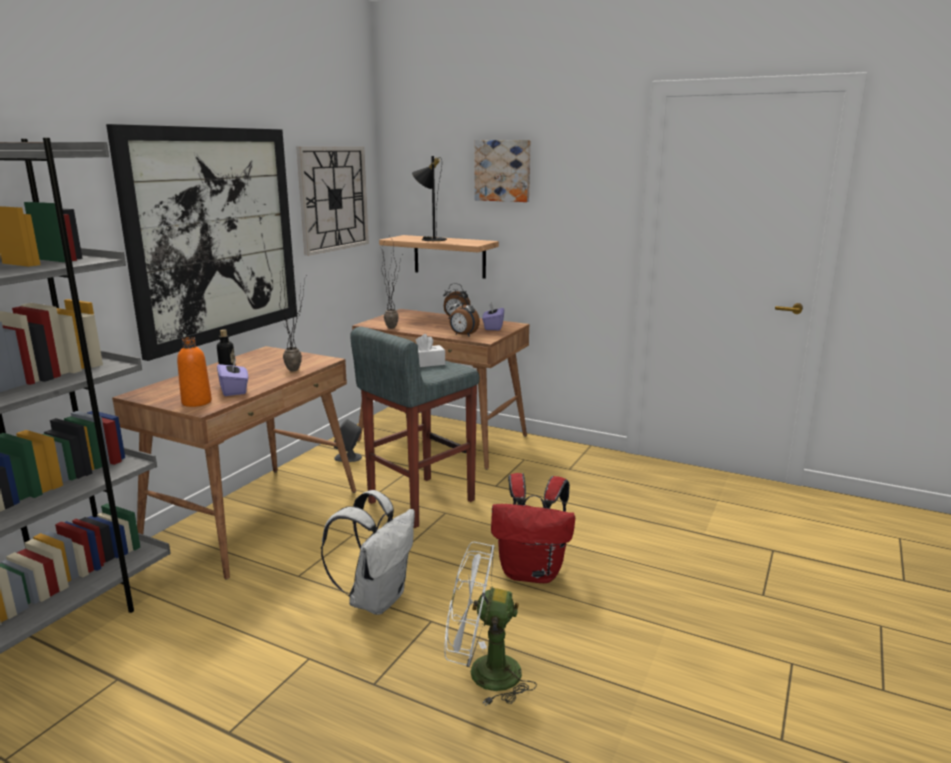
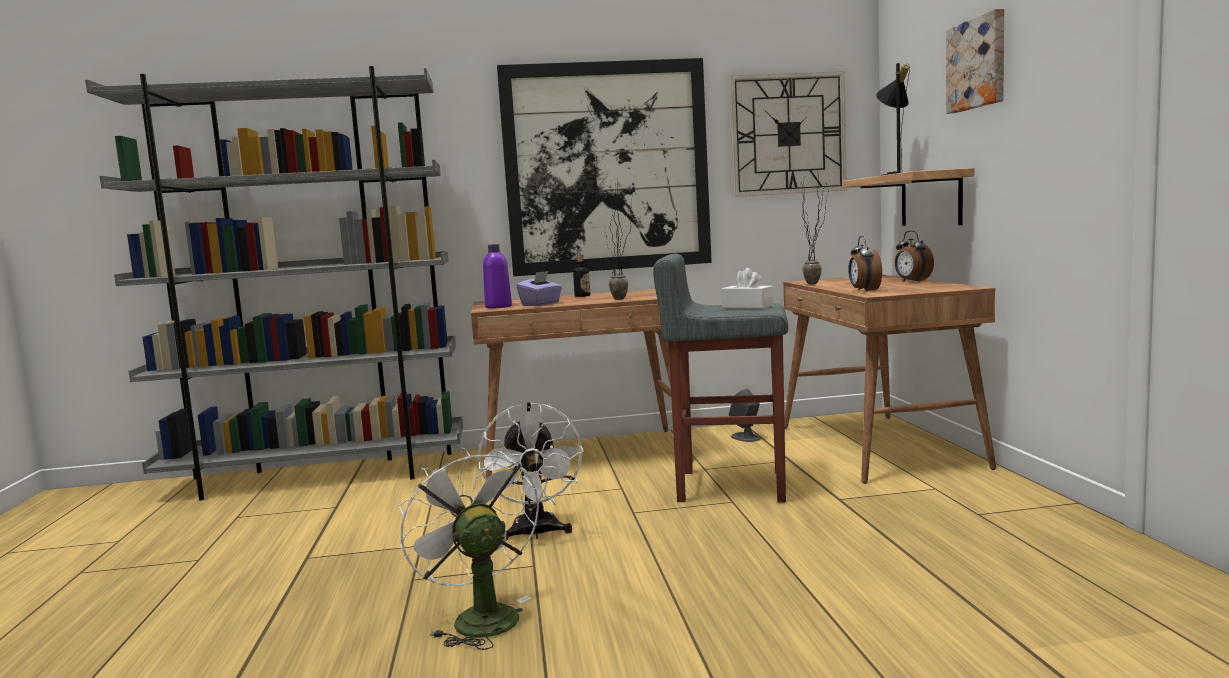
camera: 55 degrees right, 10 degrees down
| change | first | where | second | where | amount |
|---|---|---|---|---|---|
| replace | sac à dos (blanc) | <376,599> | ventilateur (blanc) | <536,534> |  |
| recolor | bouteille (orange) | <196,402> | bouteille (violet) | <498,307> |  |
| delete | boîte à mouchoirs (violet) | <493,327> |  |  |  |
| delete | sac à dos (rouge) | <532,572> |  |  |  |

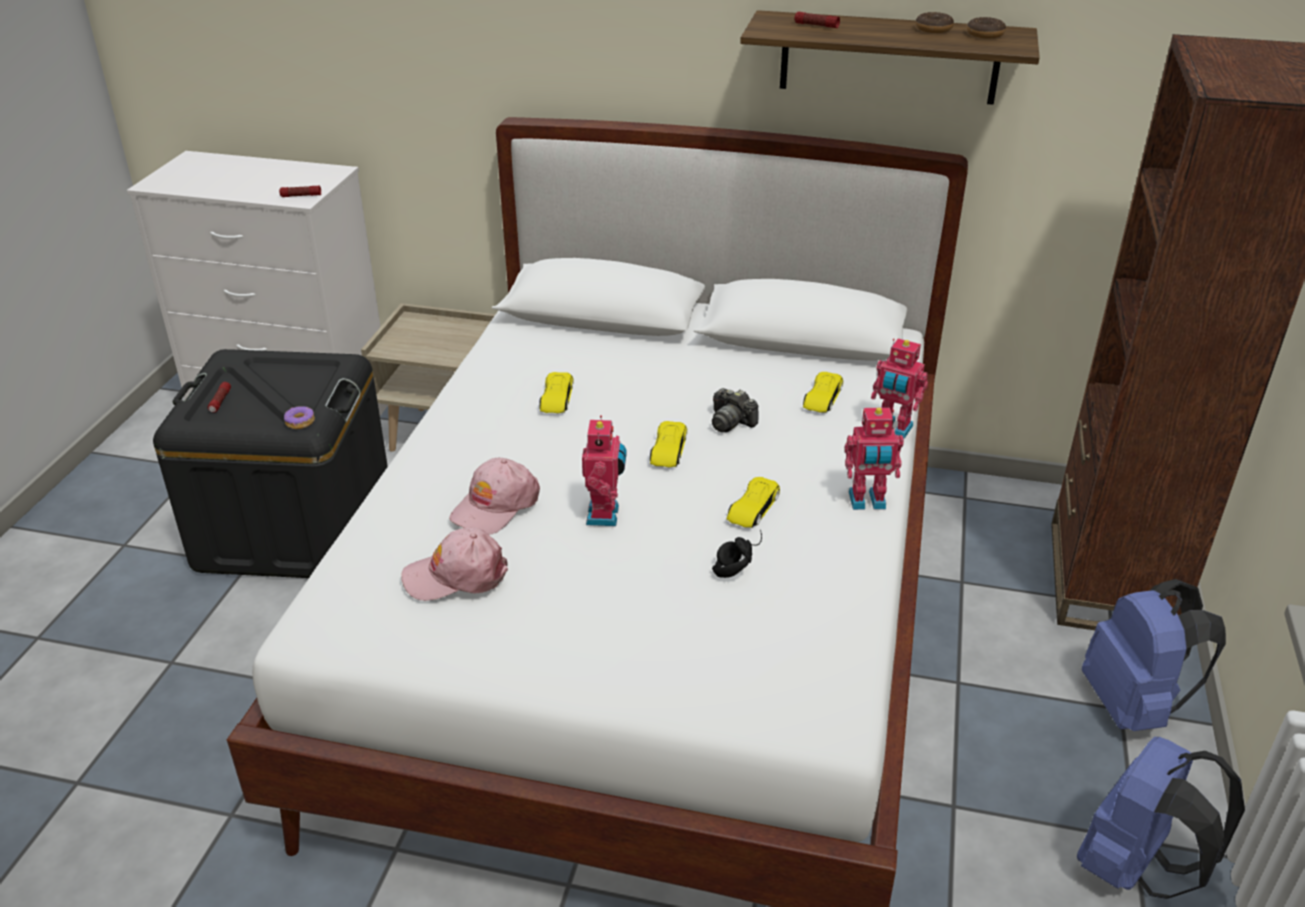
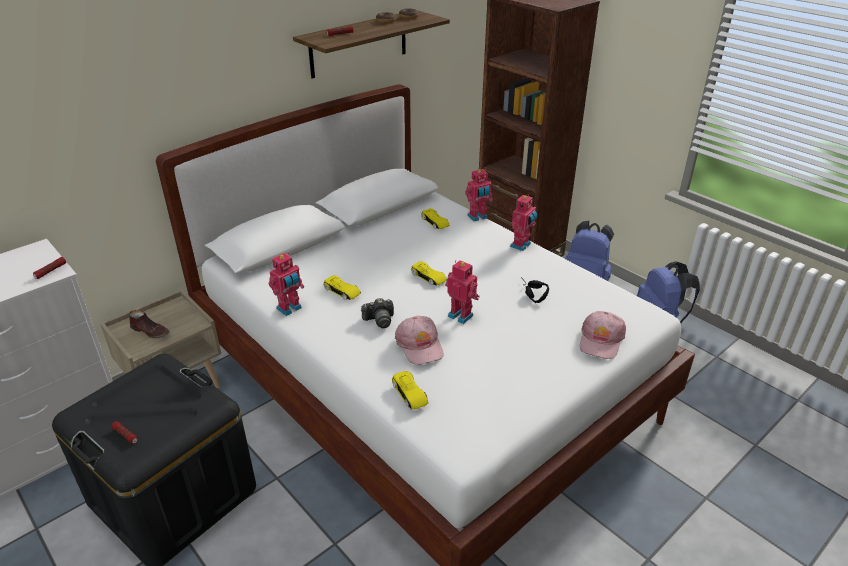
camera: 55 degrees left, 0 degrees up
| change | first | where | second | where | amount |
|---|---|---|---|---|---|
| insert |  |  | chaussure (marron) | <151,331> |  |
| insert |  |  | robot jouet | <290,309> |  |
| move | appareil photo | <731,422> |  | <379,320> |  |
| move | petite voiture (jaune) | <753,508> |  | <410,393> |  |
| move | casquette (rose) | <456,575> |  | <601,340> |  |
| delete | beignet | <300,422> |  |  |  |

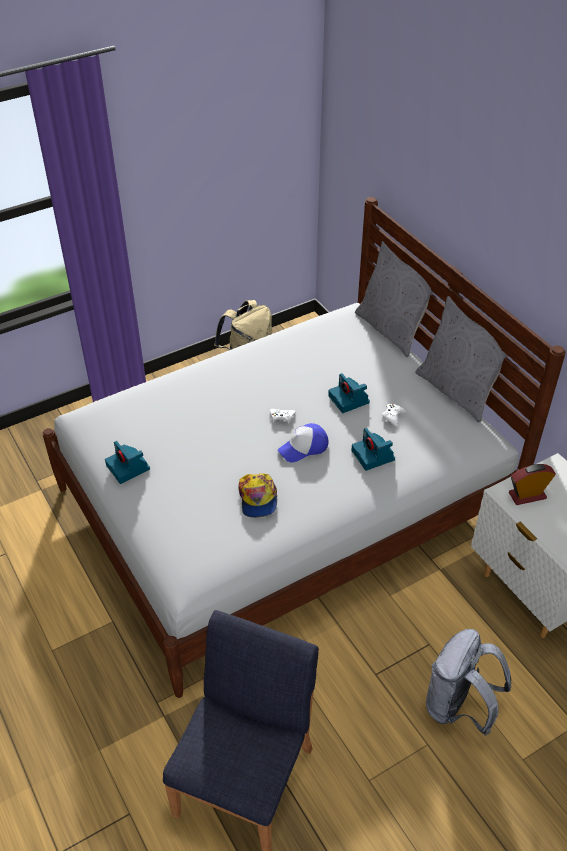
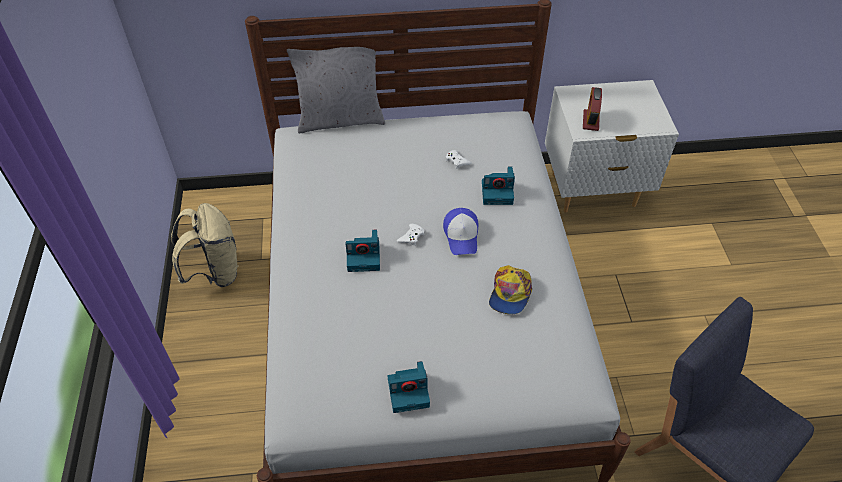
camera: 65 degrees left, 5 degrees up
| change | first | where | second | where | amount |
|---|---|---|---|---|---|
| move | appareil photo | <349,400> |  | <364,257> |  |
| rotate | casquette | <258,498> |  | <510,293> | 90 degrees clockwise |
| delete | coussin (gris) | <457,391> |  |  |  |
| delete | sac à dos (gris) | <458,707> |  |  |  |

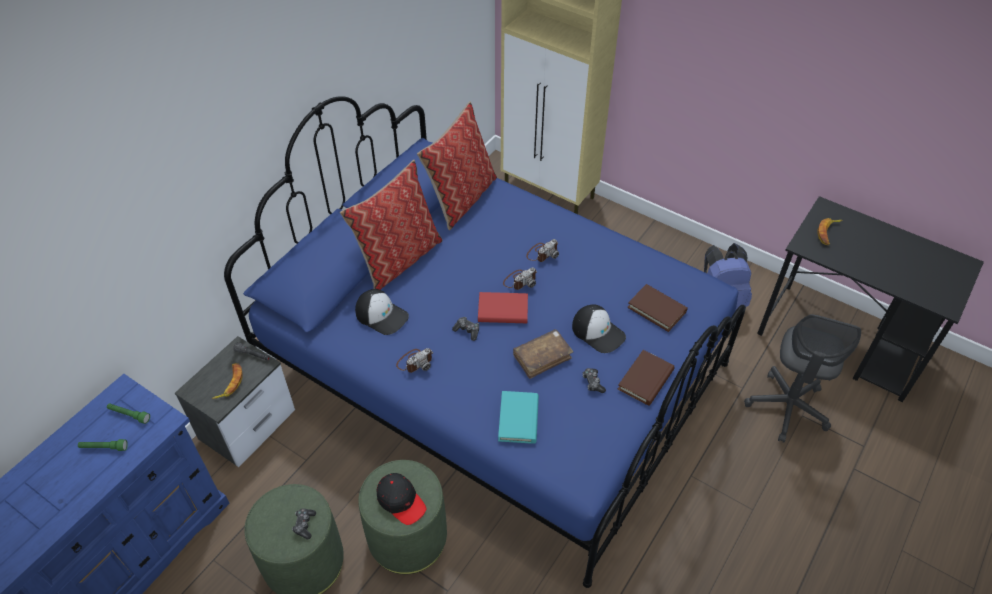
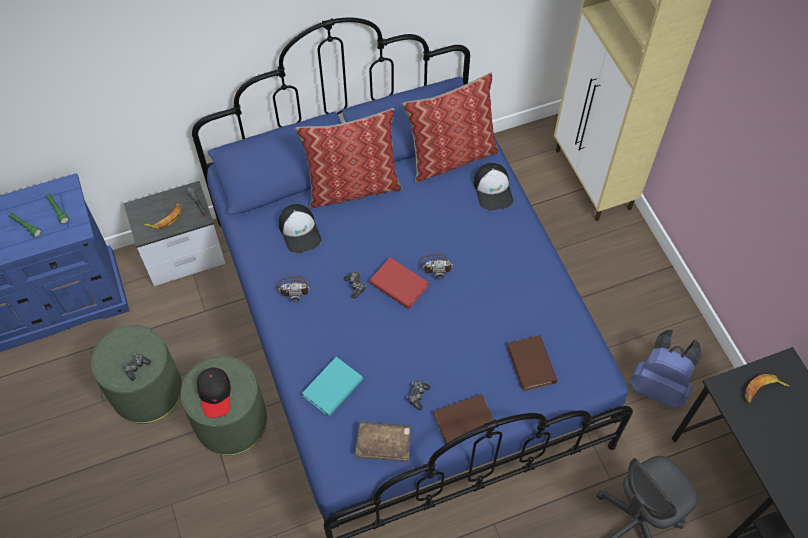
camera: 35 degrees right, 10 degrees up
| change | first | where | second | where | amount |
|---|---|---|---|---|---|
| move | livre (marron) | <542,357> |  | <383,444> |  |
| move | casquette | <598,332> |  | <493,190> |  |
| delete | appareil photo | <542,253> |  |  |  |

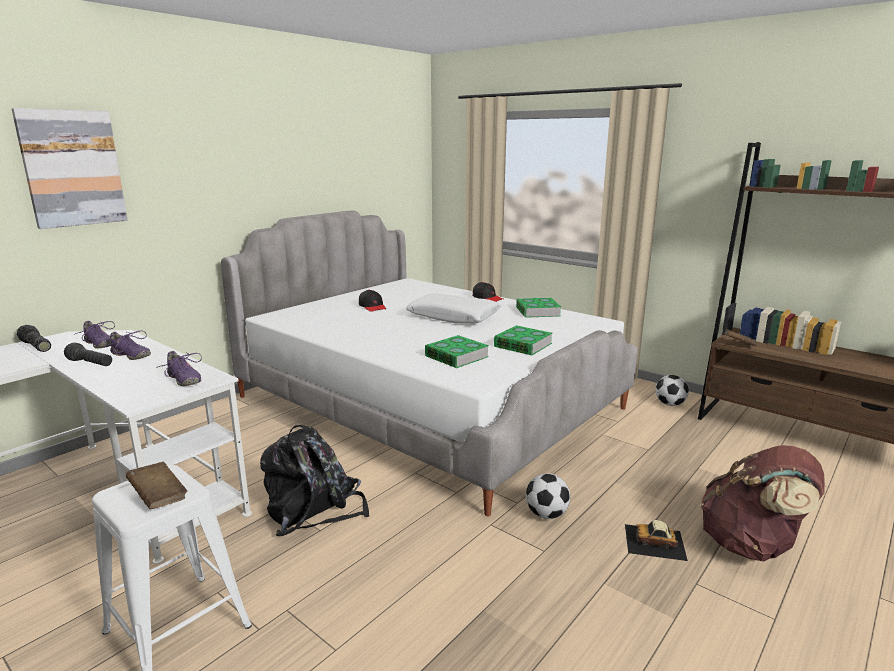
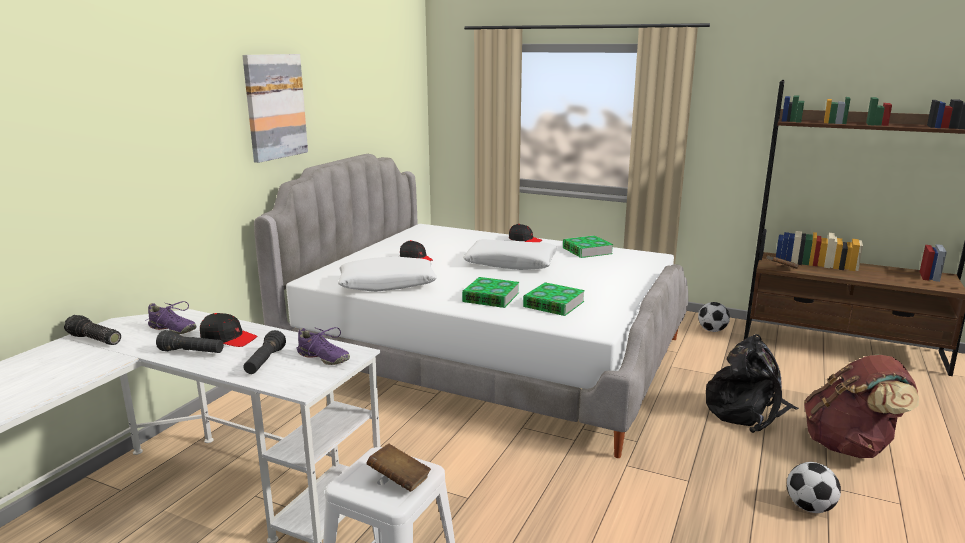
camera: 15 degrees left, 0 degrees up
| change | first | where | second | where | amount |
|---|---|---|---|---|---|
| replace | chaussure (violet) | <130,356> | casquette (noir) | <228,338> |  |
| move | tableau | <72,168> |  | <275,106> |  |
| insert |  |  | lampe de poche (noir) | <265,362> |  |
| insert |  |  | coussin (blanc) | <387,284> |  |
| move | livre | <523,345> |  | <491,297> |  |
| move | sac à dos (noir) | <314,510> |  | <747,411> |  |
| move | ballon de foot | <546,514> |  | <809,507> |  |
| delete | petite voiture | <655,542> |  |  |  |

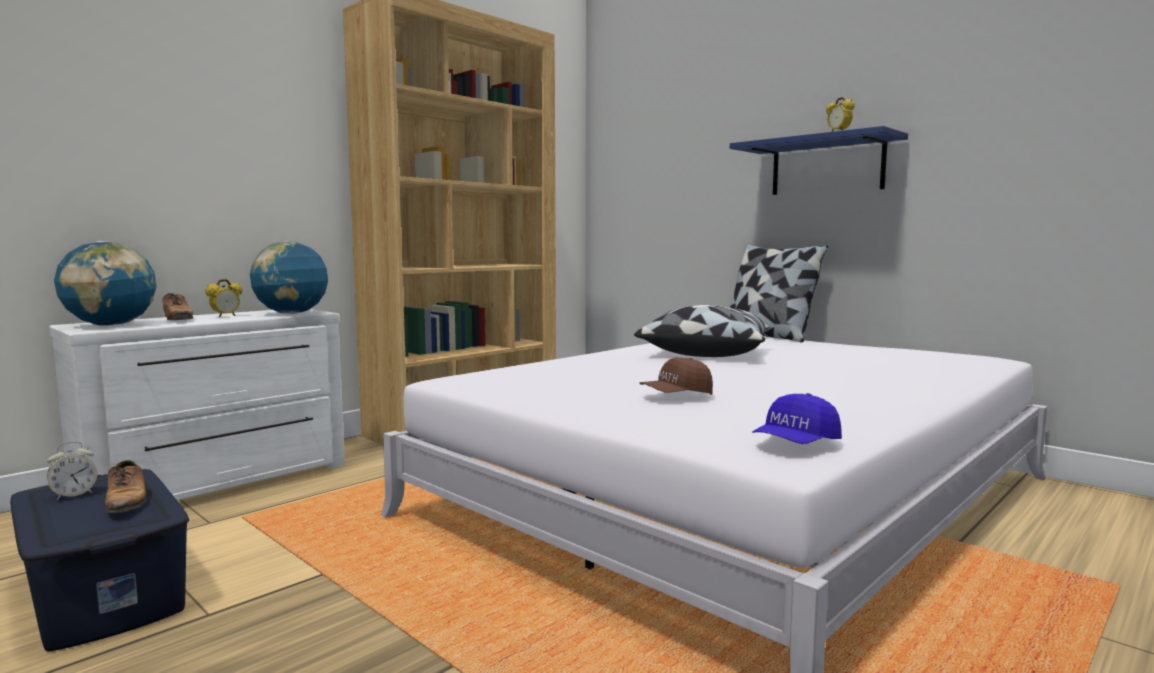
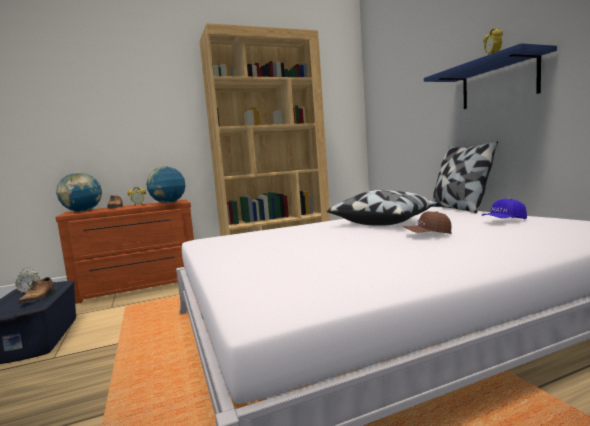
camera: 25 degrees right, 0 degrees up
| change | first | where | second | where | amount |
|---|---|---|---|---|---|
| recolor | commode (blanc) | <220,483> | commode (marron) | <139,286> |  |
| move | casquette (marron) | <676,396> |  | <427,234> |  |
| move | casquette (bleu) | <795,444> |  | <504,220> |  |

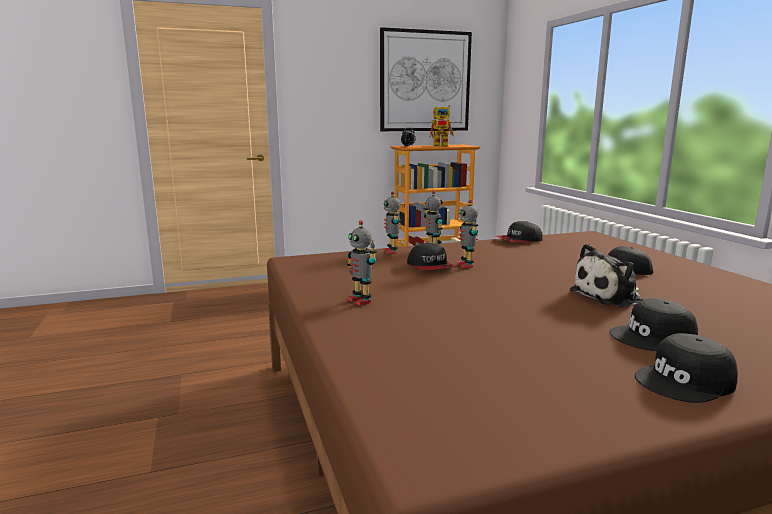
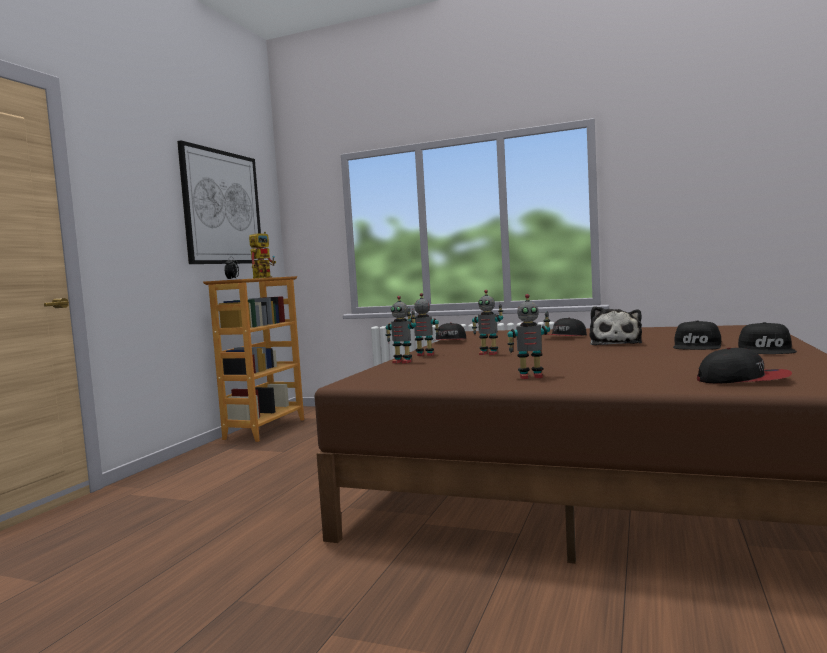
camera: 50 degrees left, 10 degrees down
| change | first | where | second | where | amount |
|---|---|---|---|---|---|
| move | casquette | <431,267> |  | <743,380> |  |

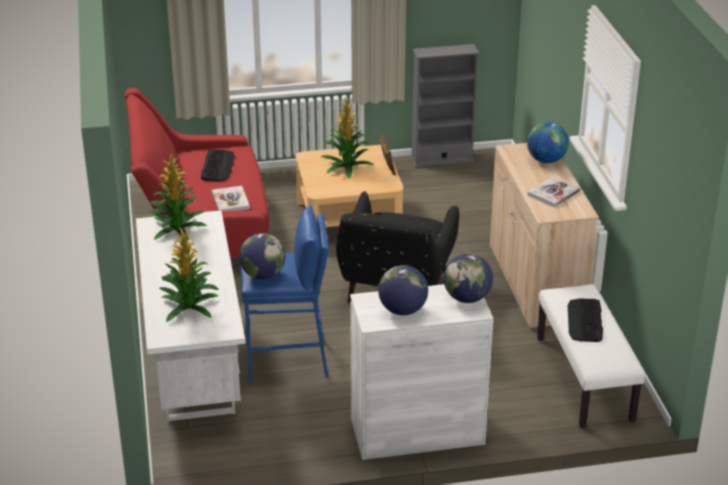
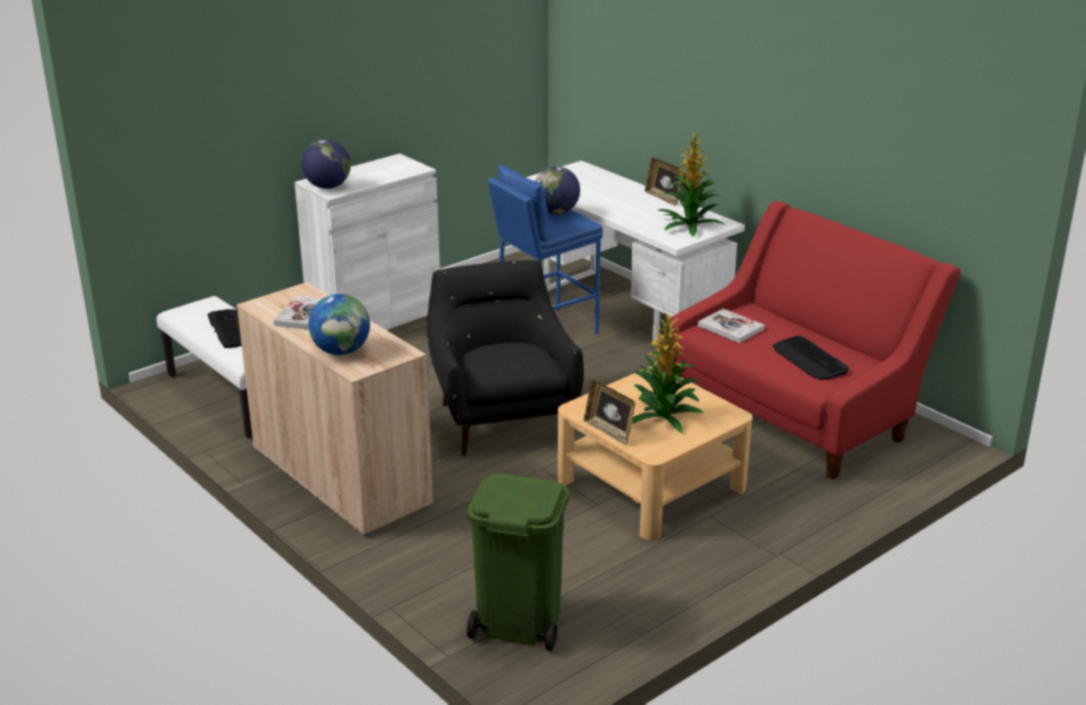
camera: 150 degrees right, 5 degrees down
| change | first | where | second | where | amount |
|---|---|---|---|---|---|
| insert |  |  | poubelle (vert) | <518,623> |  |
| insert |  |  | cadre photo | <664,198> |  |
| delete | plante en pot | <189,307> |  |  |  |
| delete | globe | <402,310> |  |  |  |
| delete | bibliothèque (gris) | <442,159> |  |  |  |

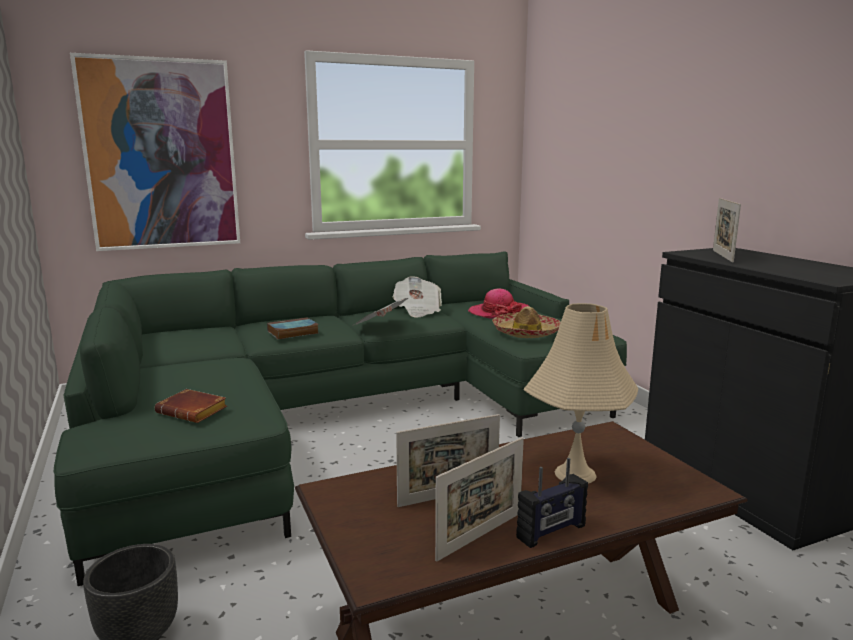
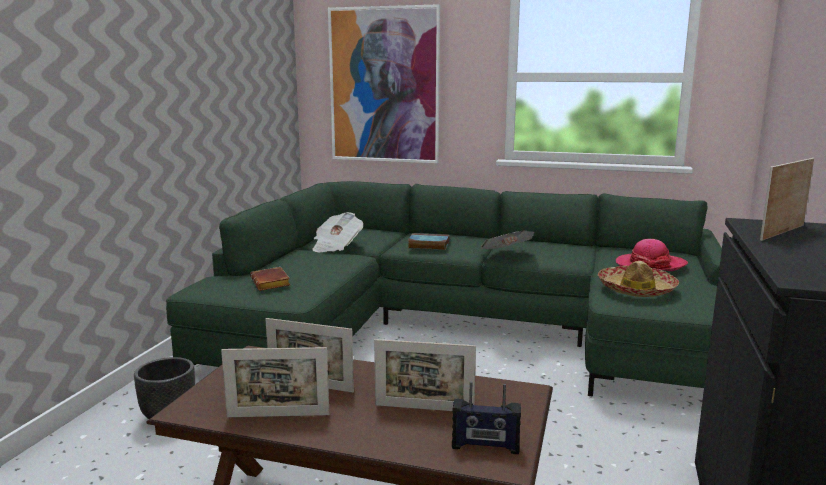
camera: 40 degrees right, 0 degrees up
| change | first | where | second | where | amount |
|---|---|---|---|---|---|
| move | journal | <417,311> |  | <336,246> |  |
| replace | lampe de table (beige) | <575,474> | cadre photo | <424,408> |  |
| move | radio | <552,532> |  | <485,446> |  |

